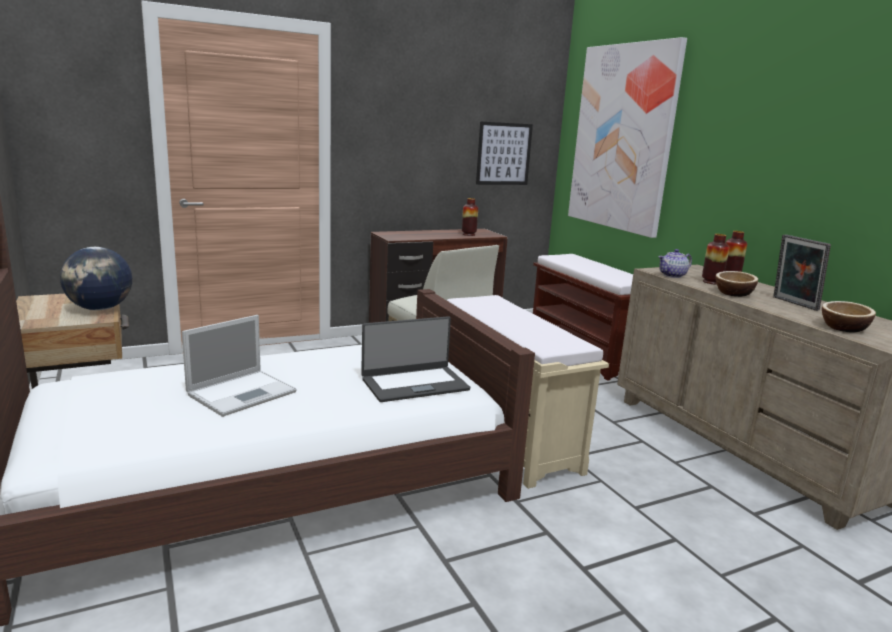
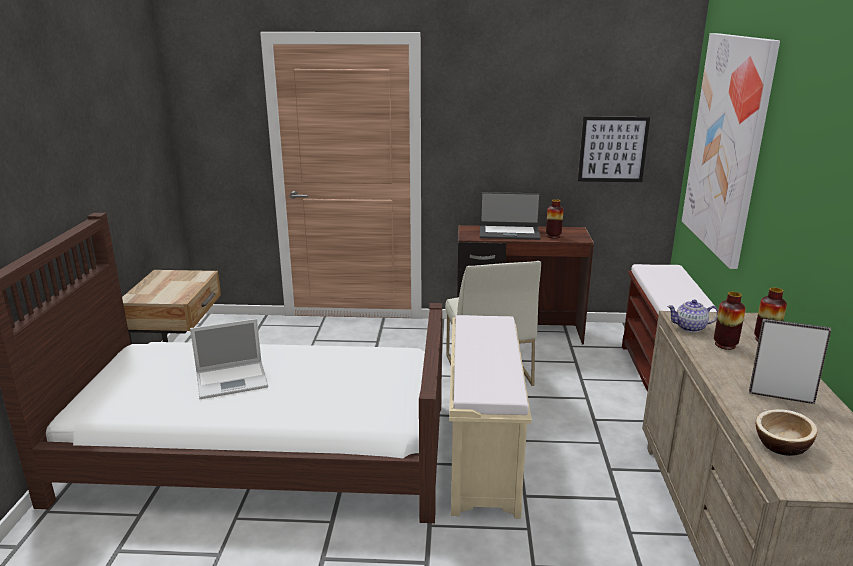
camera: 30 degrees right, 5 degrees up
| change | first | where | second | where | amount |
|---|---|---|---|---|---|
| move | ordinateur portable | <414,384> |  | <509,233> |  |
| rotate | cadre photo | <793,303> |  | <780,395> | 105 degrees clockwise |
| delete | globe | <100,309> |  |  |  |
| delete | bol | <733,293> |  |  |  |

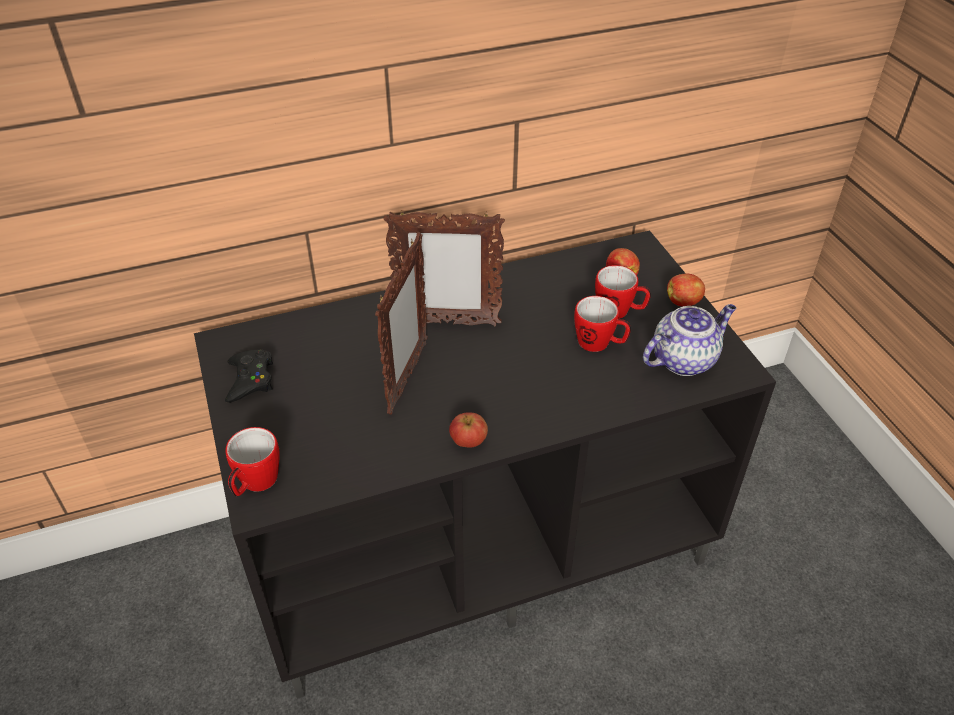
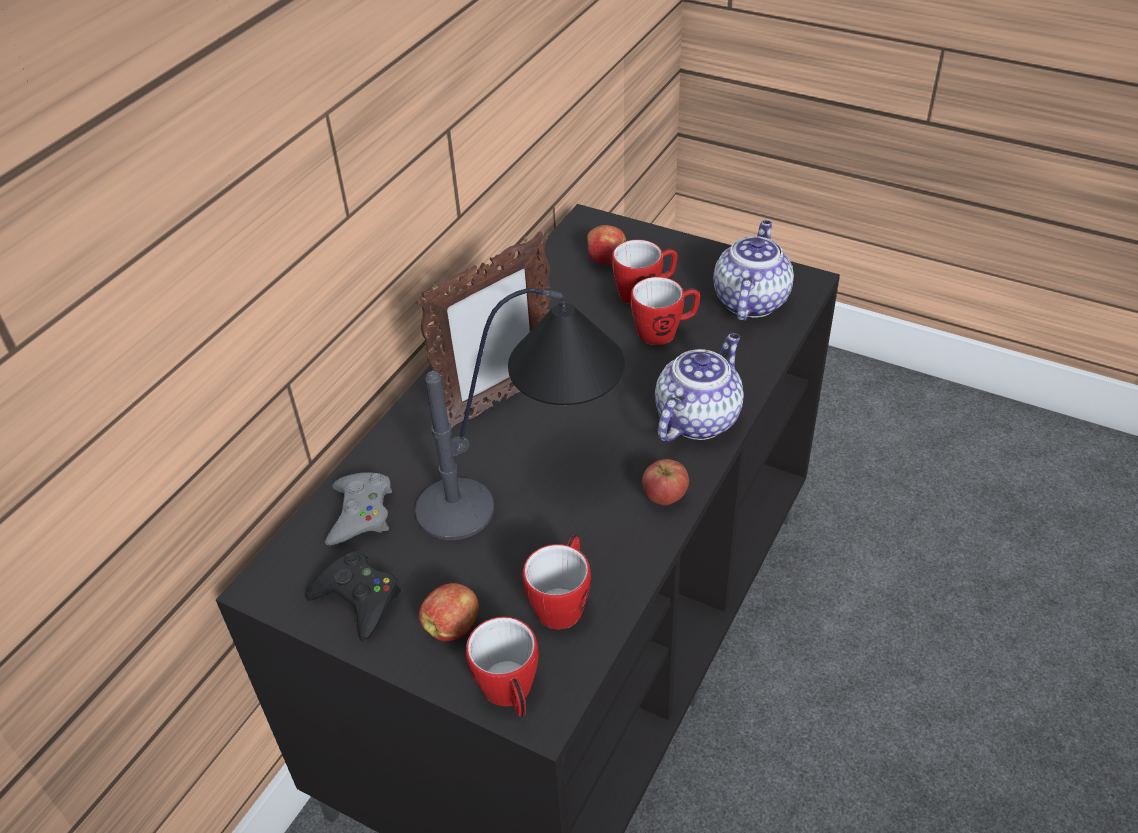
camera: 40 degrees left, 0 degrees up
| change | first | where | second | where | amount |
|---|---|---|---|---|---|
| insert |  |  | manette (gris) | <360,513> |  |
| replace | cadre photo | <407,378> | lampe de table | <528,480> |  |
| move | pomme | <683,302> |  | <453,626> |  |
| insert |  |  | mug | <563,601> |  |
| insert |  |  | théière | <697,418> |  |

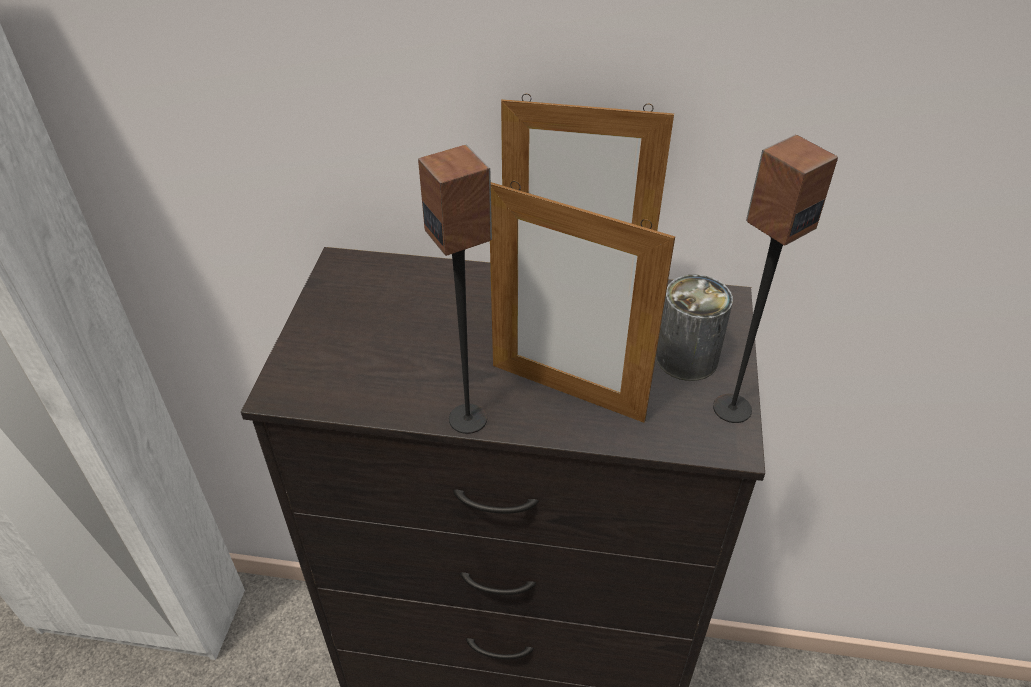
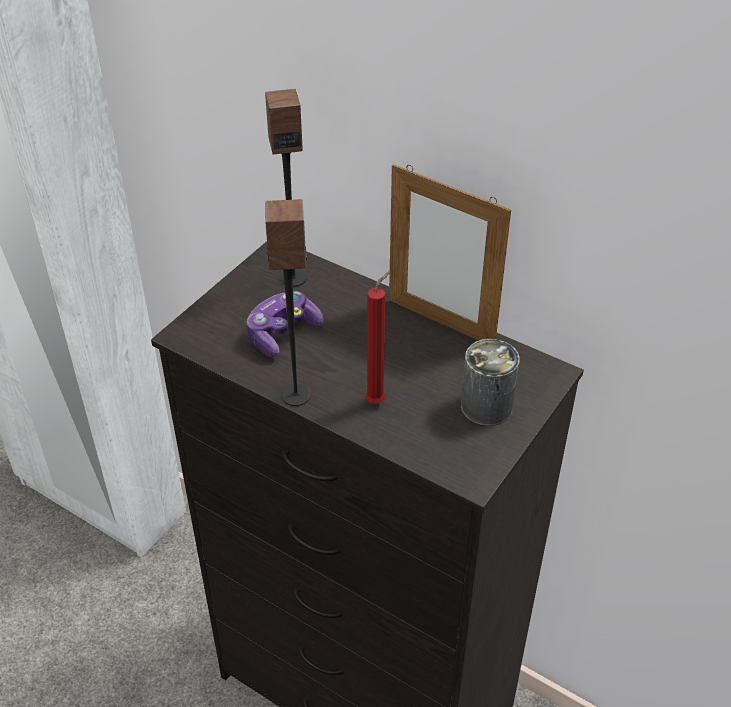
camera: 25 degrees right, 0 degrees up
| change | first | where | second | where | amount |
|---|---|---|---|---|---|
| insert |  |  | manette | <282,333> |  |
| move | enceinte | <731,408> |  | <293,277> |  |
| replace | cadre photo | <566,392> | bougie (rouge) | <378,400> |  |

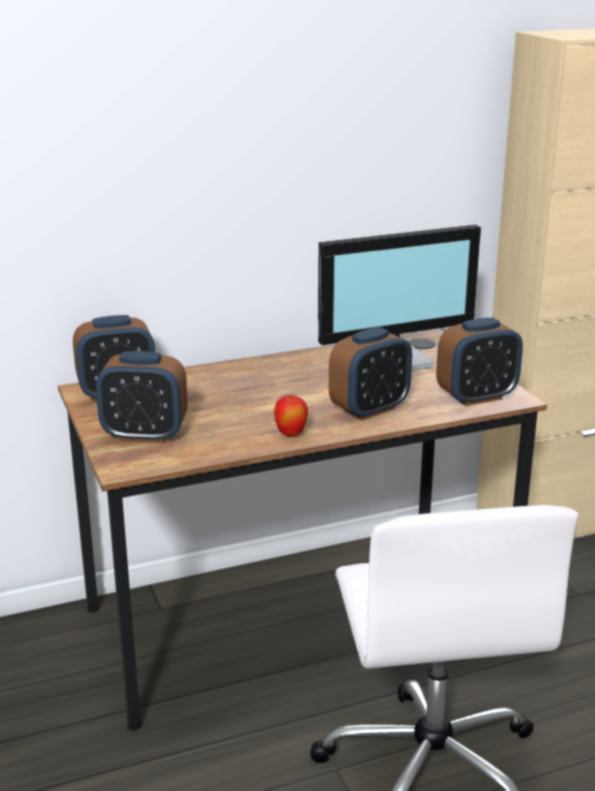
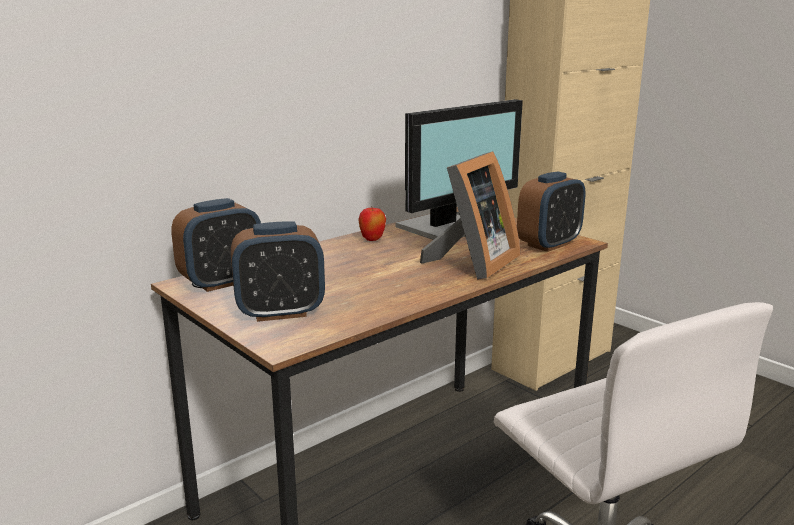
camera: 20 degrees left, 5 degrees down
| change | first | where | second | where | amount |
|---|---|---|---|---|---|
| move | pomme | <291,434> |  | <372,240> |  |
| replace | réveil | <369,409> | cadre photo | <472,264> |  |

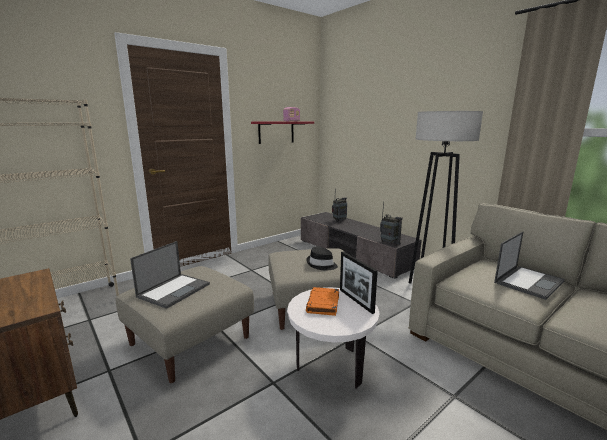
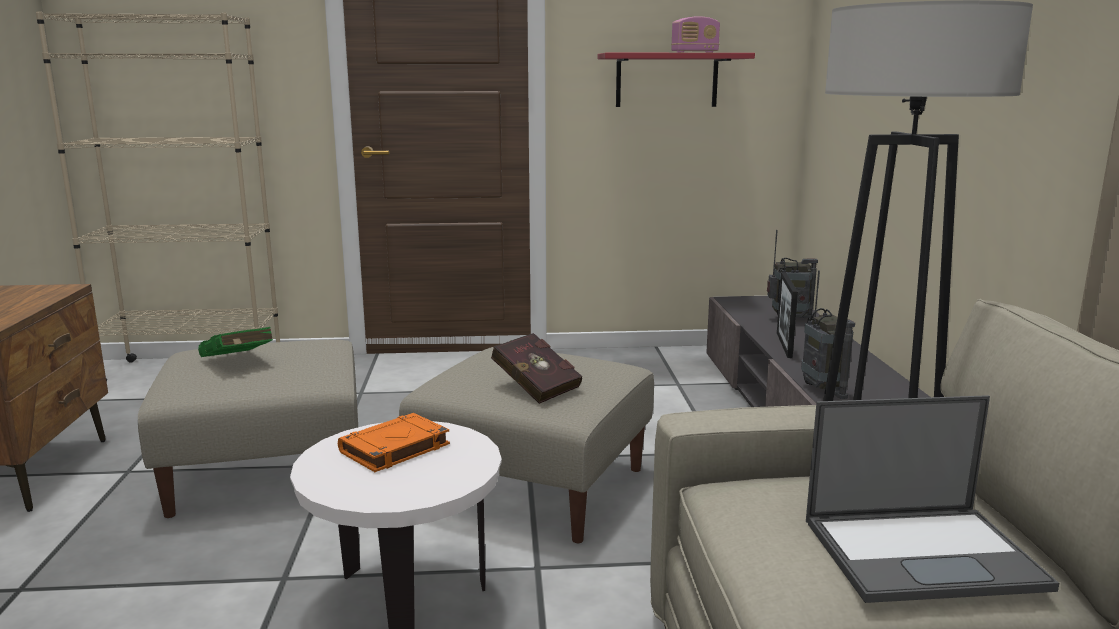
camera: 35 degrees right, 0 degrees up
| change | first | where | second | where | amount |
|---|---|---|---|---|---|
| replace | ordinateur portable | <174,290> | livre (vert) | <237,363> |  |
| replace | chapeau (noir) | <321,264> | livre (rouge) | <534,386> |  |
| move | cadre photo | <356,301> |  | <784,345> |  |

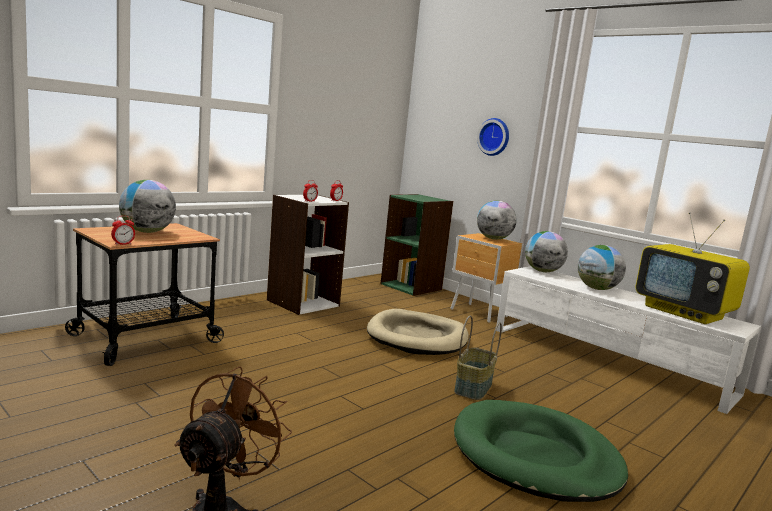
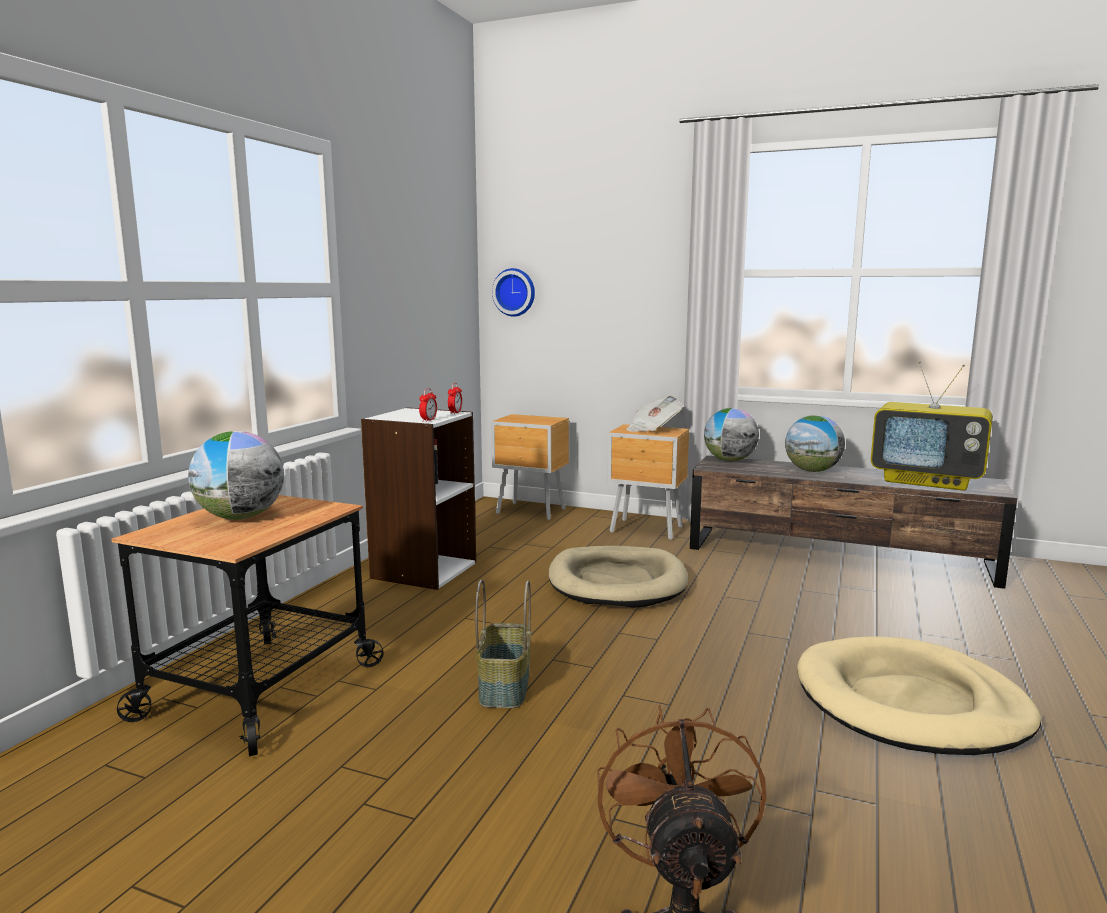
camera: 20 degrees left, 0 degrees up
| change | first | where | second | where | amount |
|---|---|---|---|---|---|
| move | panier | <474,388> |  | <505,687> |  |
| replace | bibliothèque (vert) | <411,287> | table de chevet (marron) | <532,512> |  |
| move | horloge murale | <494,137> |  | <515,292> |  |
| replace | globe | <493,239> | journal | <653,429> |  |
| recolor | meuble télé (blanc) | <608,360> | meuble télé (marron) | <839,556> |  |
| recolor | panier pour chien (vert) | <535,456> | panier pour chien (beige) | <910,703> |  |
| delete | réveil | <123,244> |  |  |  |

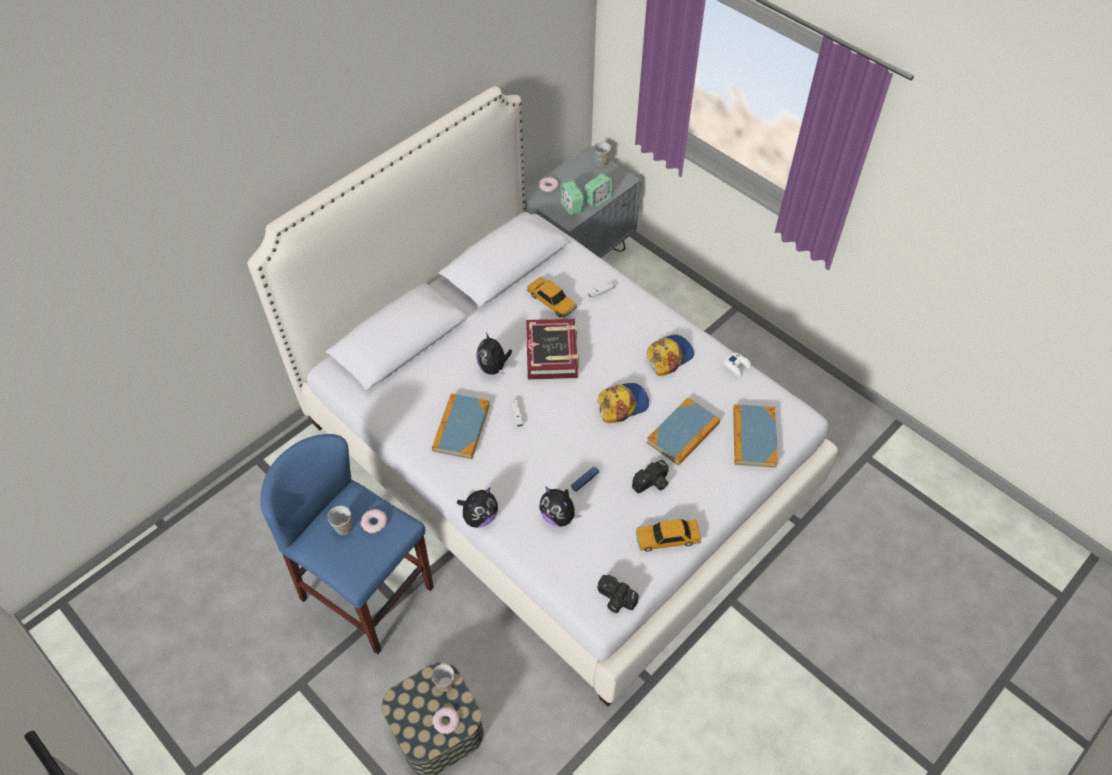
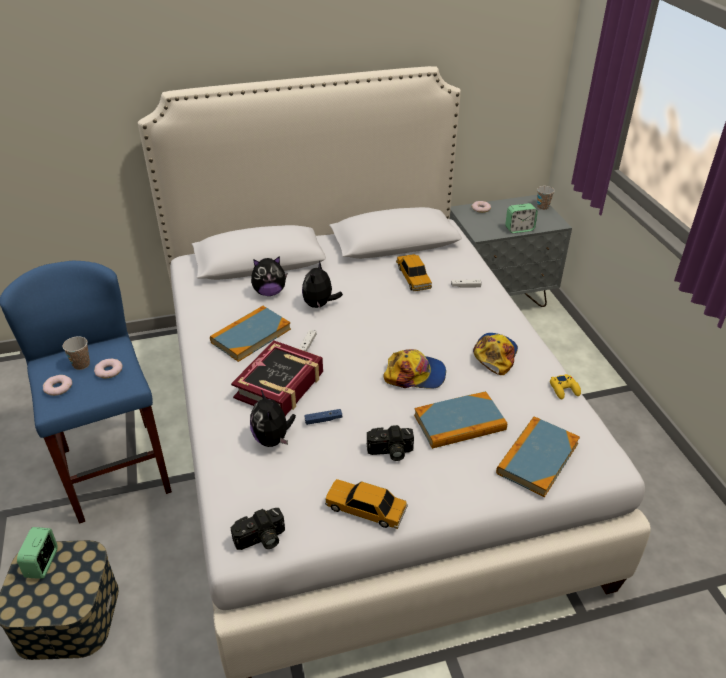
camera: 30 degrees right, 15 degrees down
| change | first | where | second | where | amount |
|---|---|---|---|---|---|
| move | réveil | <571,207> |  | <43,563> |  |
| move | beignet | <446,721> |  | <58,387> |  |
| rotate | appareil photo | <614,600> |  | <261,540> | 90 degrees counterclockwise |
| move | livre | <552,354> |  | <280,385> |  |
| move | peluche | <479,517> |  | <269,292> |  |
| rotate | casquette | <669,356> |  | <495,355> | 60 degrees counterclockwise |
| recolor | manette (blanc) | <737,366> | manette (jaune) | <564,389> |  |
| delete | tasse | <445,684> |  |  |  |

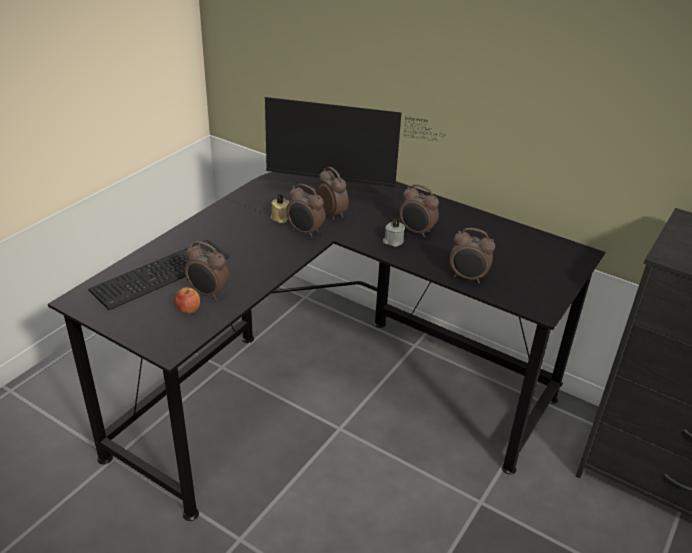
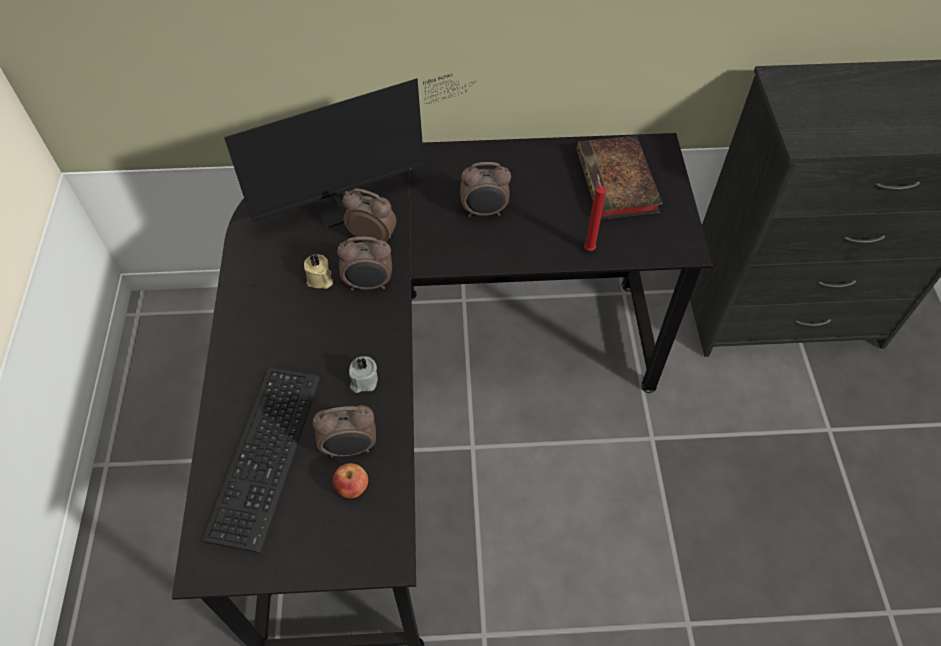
camera: 35 degrees left, 20 degrees up
| change | first | where | second | where | amount |
|---|---|---|---|---|---|
| move | bougie (gris) | <393,241> |  | <363,381> |  |
| insert |  |  | livre | <618,184> |  |
| replace | réveil | <468,278> | bougie (rouge) | <588,248> |  |

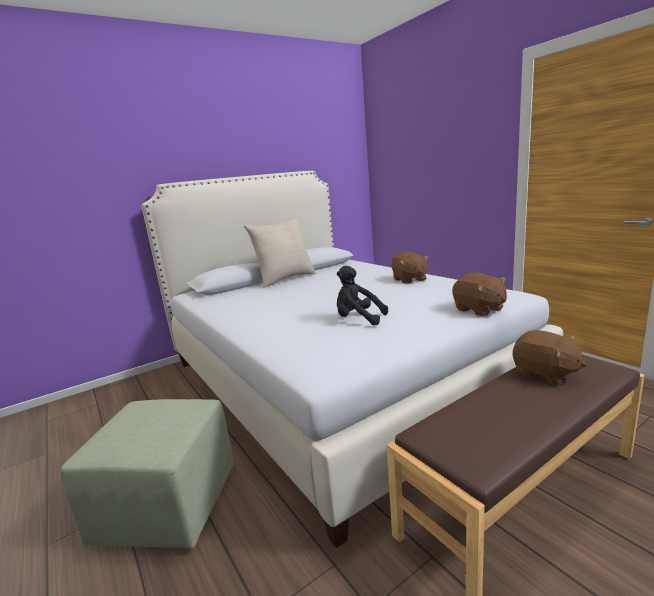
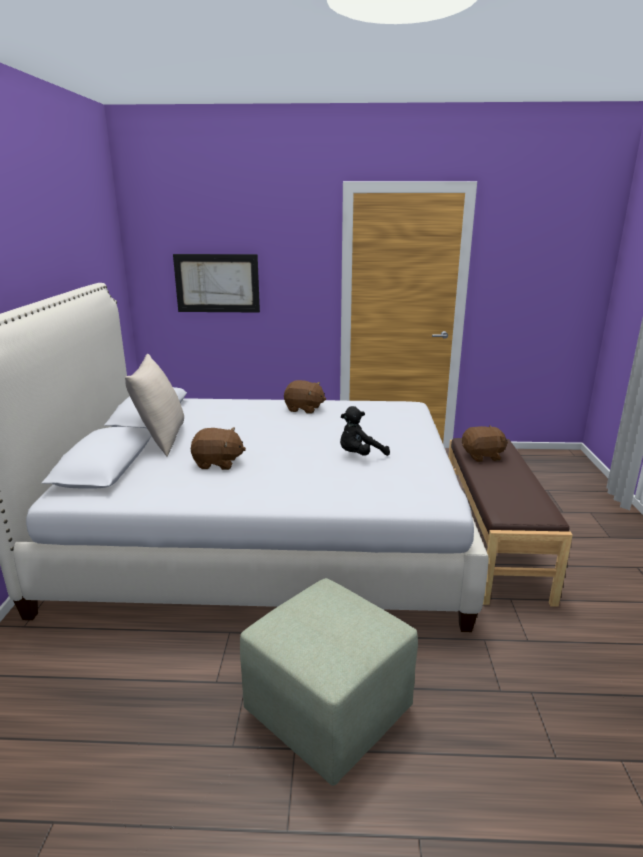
camera: 55 degrees left, 5 degrees up
| change | first | where | second | where | amount |
|---|---|---|---|---|---|
| insert |  |  | tableau | <217,283> |  |
| move | peluche (marron) | <479,310> |  | <218,463> |  |

